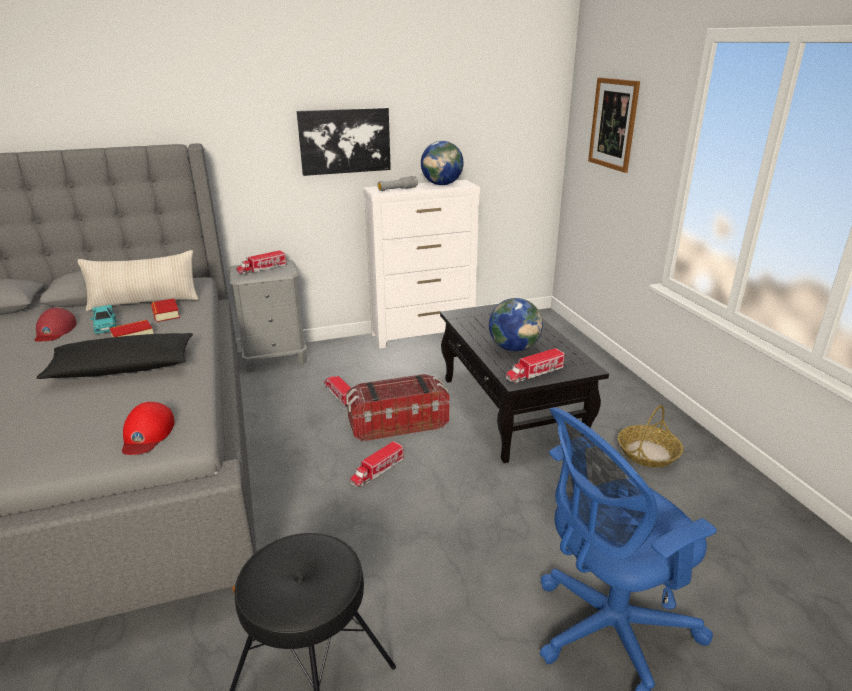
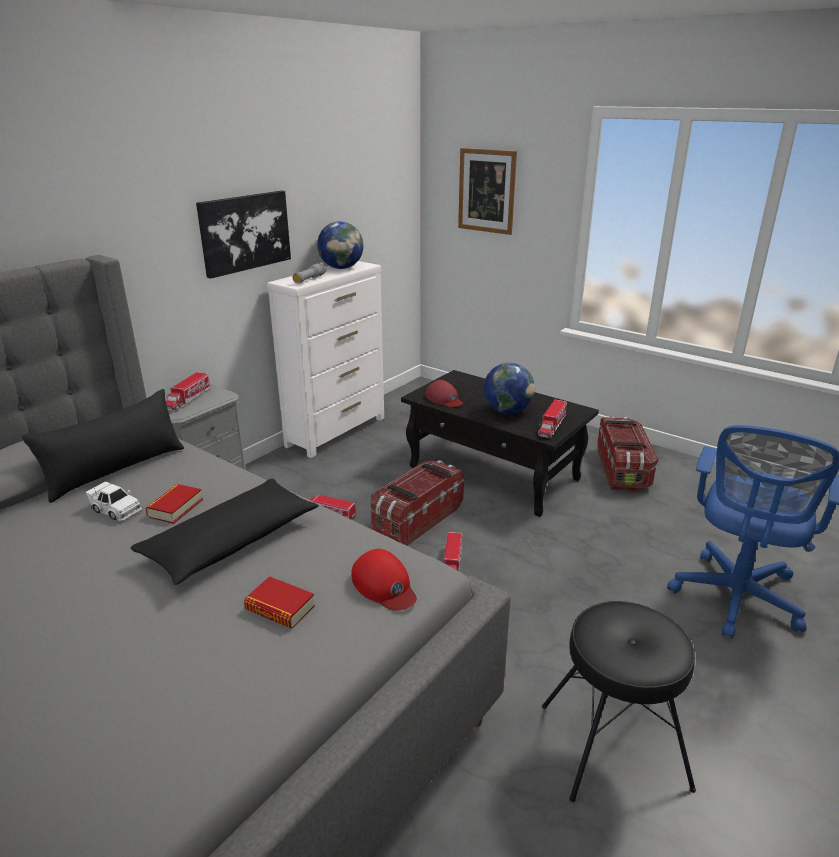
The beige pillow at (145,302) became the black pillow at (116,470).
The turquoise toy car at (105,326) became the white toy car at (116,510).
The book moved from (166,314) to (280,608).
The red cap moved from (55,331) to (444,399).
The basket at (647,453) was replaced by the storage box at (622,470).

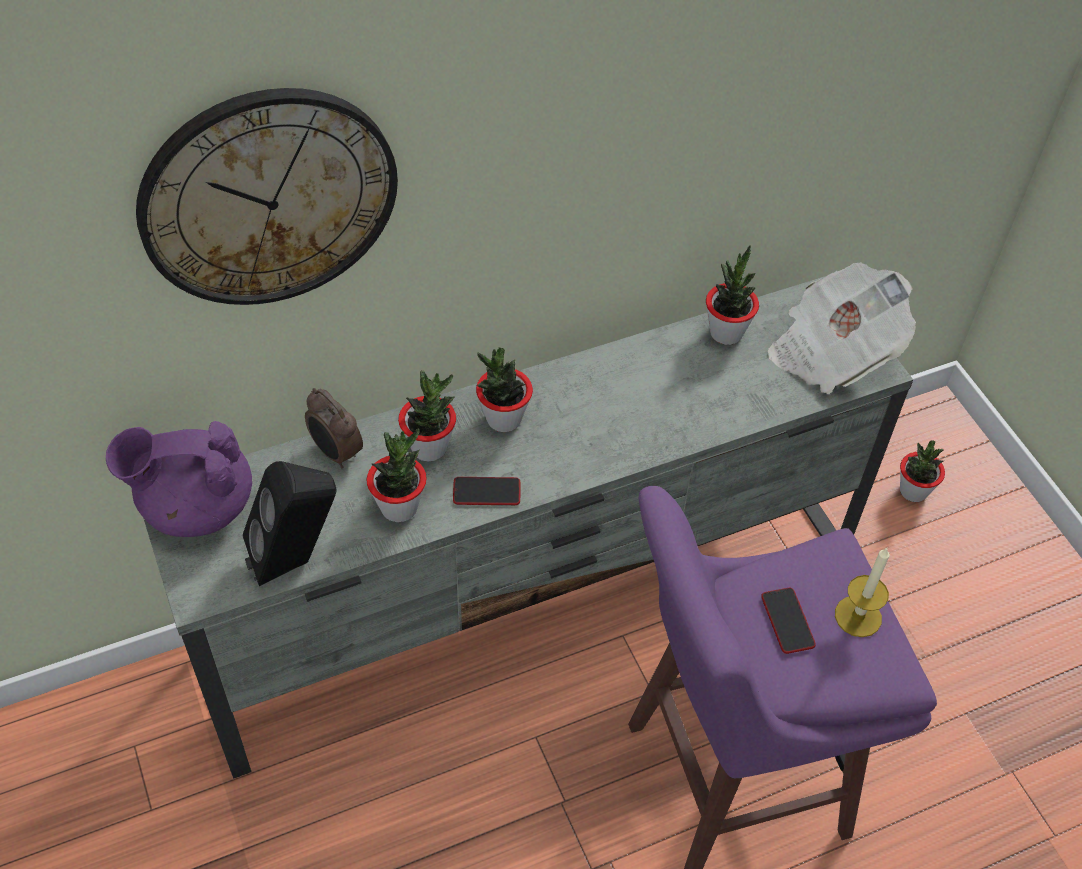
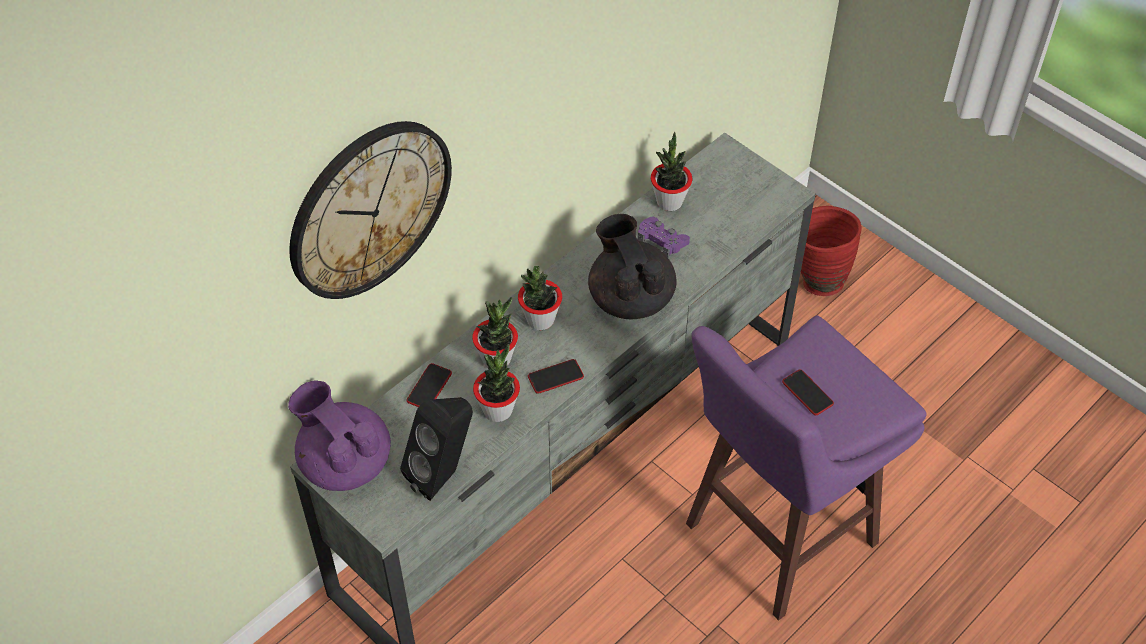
The purple teapot at (195,505) turned 75 degrees clockwise.
The alarm clock at (336,453) was replaced by the phone at (429,387).
The black teapot at (630,297) appeared.
The purple game controller at (662,241) appeared.
The potted plant at (913,491) was replaced by the red vase at (816,278).
The newspaper at (833,351) disappeared.
The candle at (858,616) disappeared.

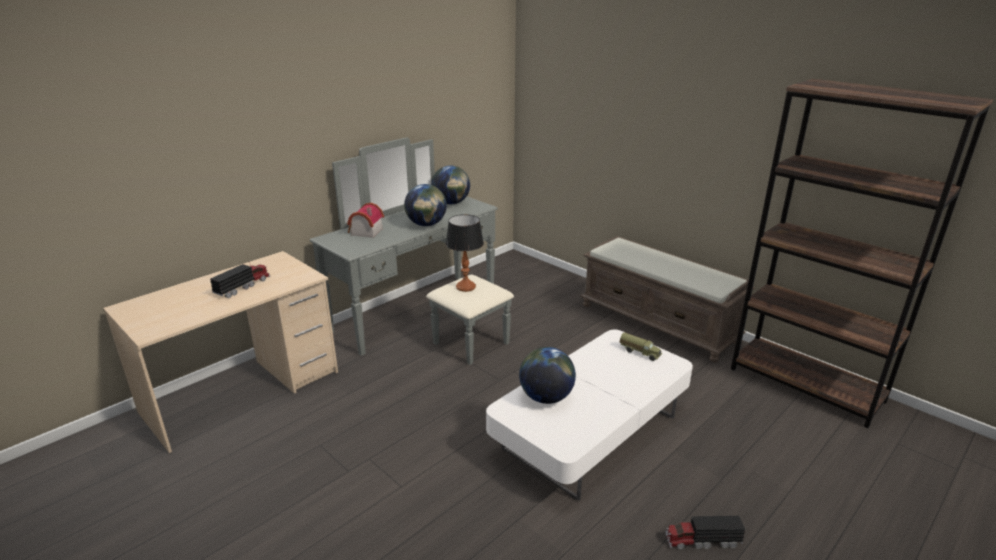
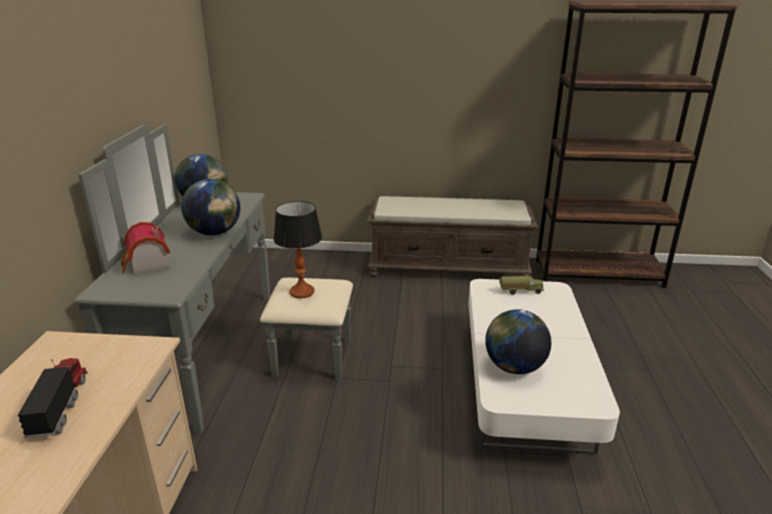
The toy truck at (701,540) disappeared.

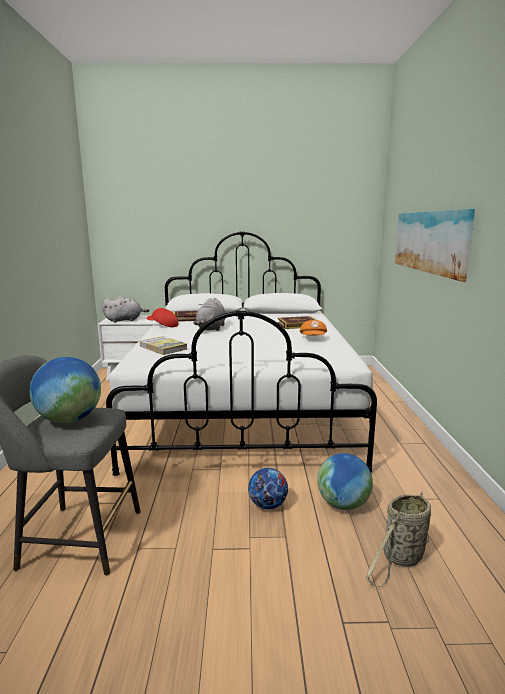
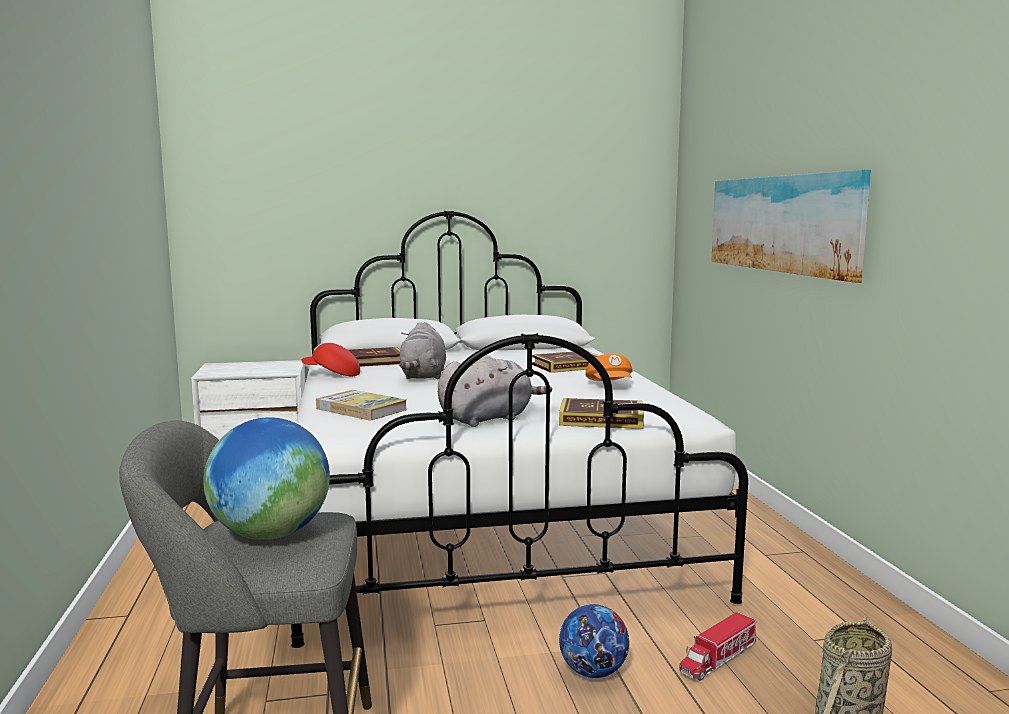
The grey plush toy moved from (125,320) to (489,419).
The book at (601,419) appeared.
The globe at (343,504) was replaced by the toy truck at (717,658).

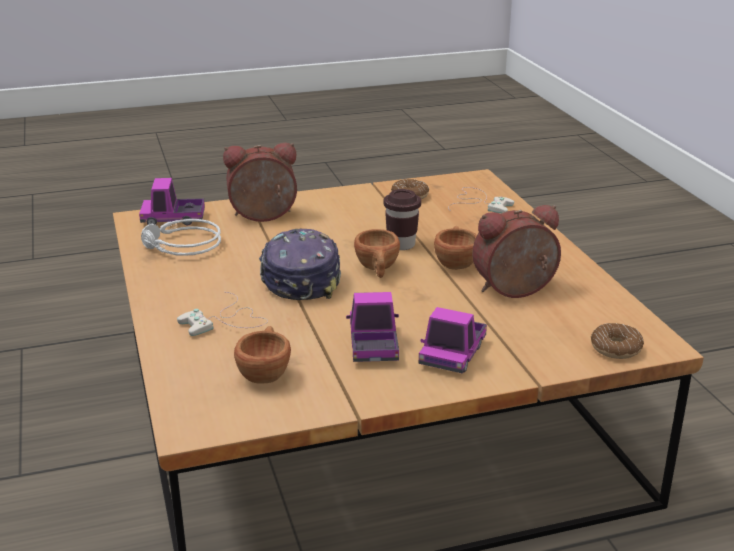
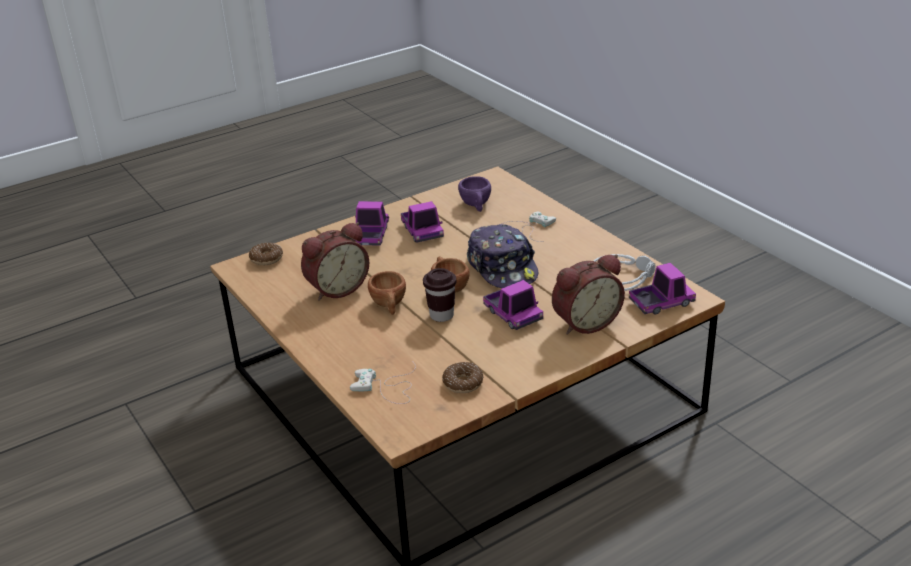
The brown cup at (265,372) became the purple cup at (476,206).
The toy truck at (513,315) appeared.

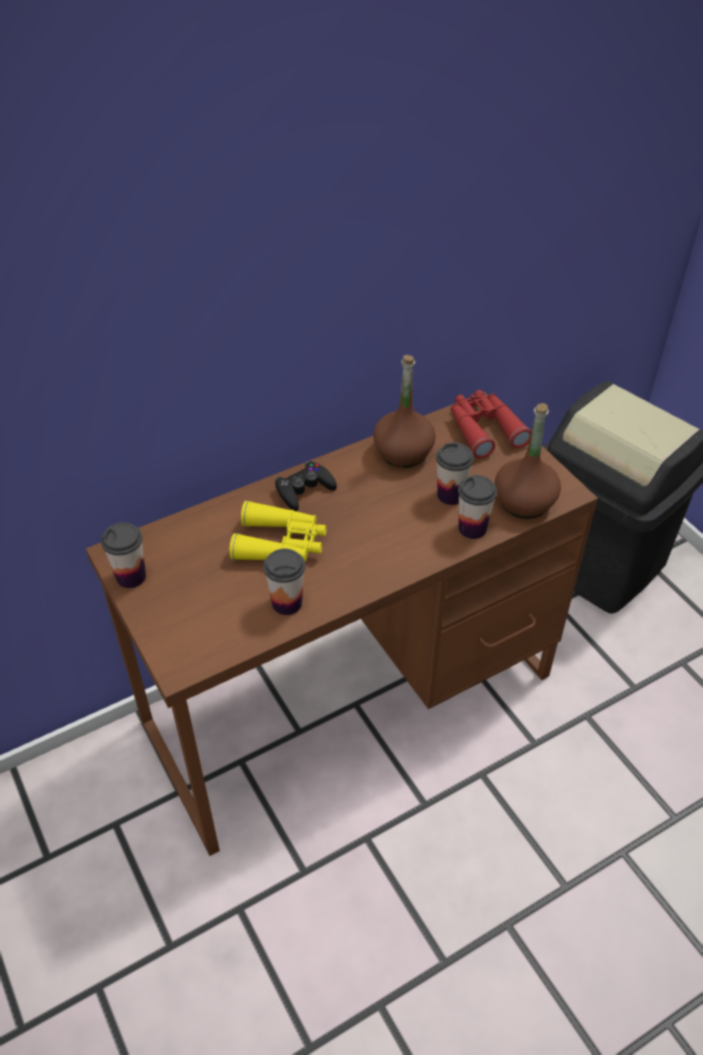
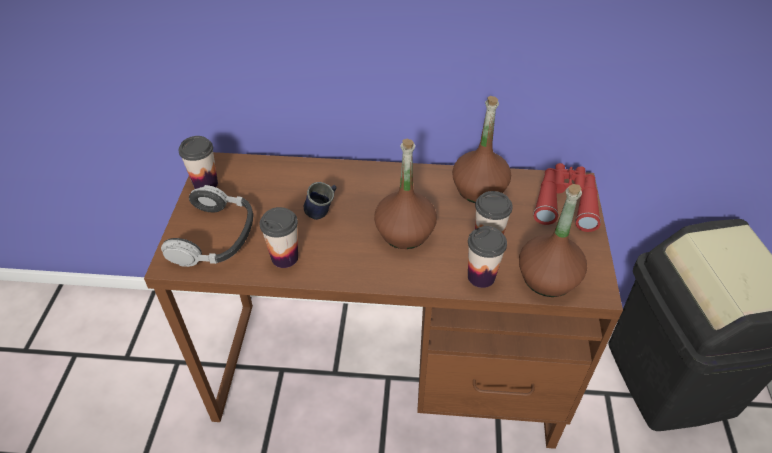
The headphones at (215,237) appeared.
The yellow binoculars at (281,543) was replaced by the blue mug at (323,212).
The brown bottle at (405,232) appeared.
The black game controller at (304,490) disappeared.

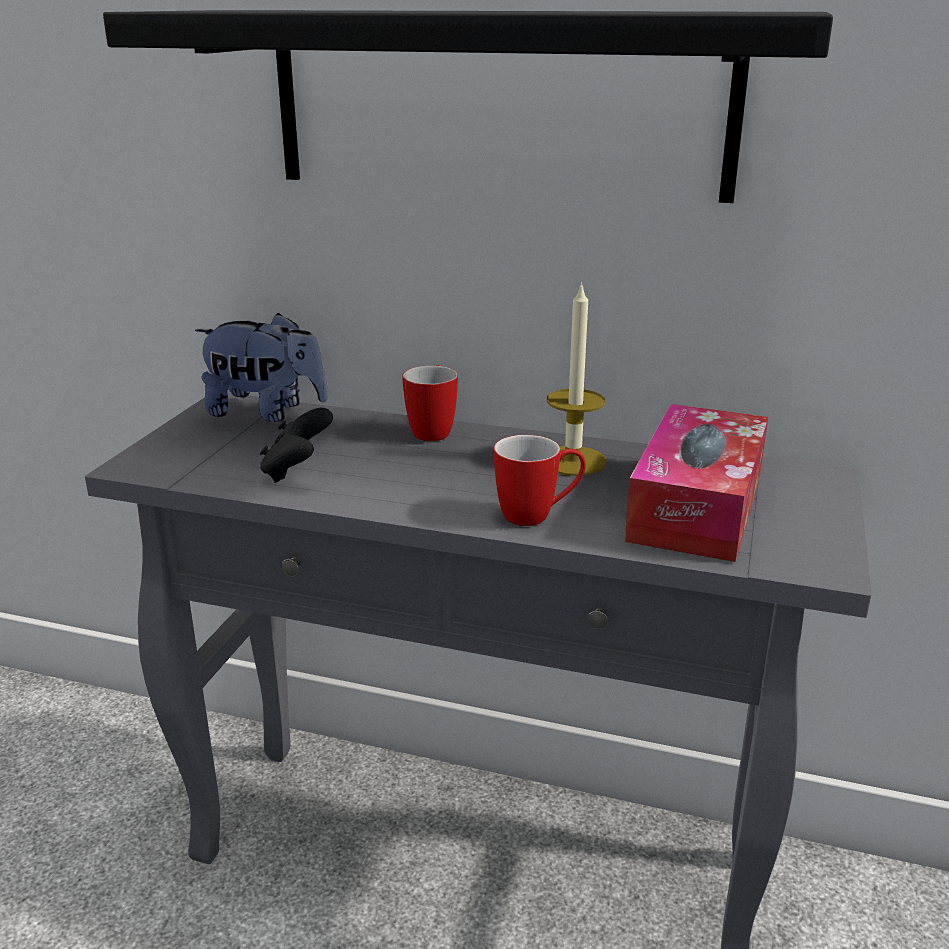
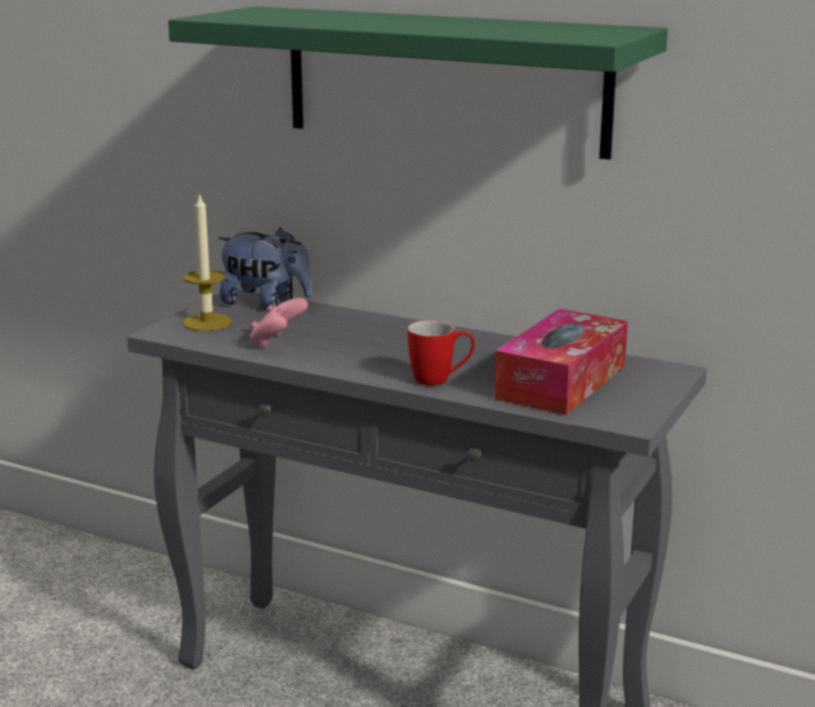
The black shelf at (498,103) became the green shelf at (444,80).
The candle moved from (572,461) to (207,322).
The black game controller at (297,471) became the pink game controller at (277,343).
The mug at (433,430) disappeared.

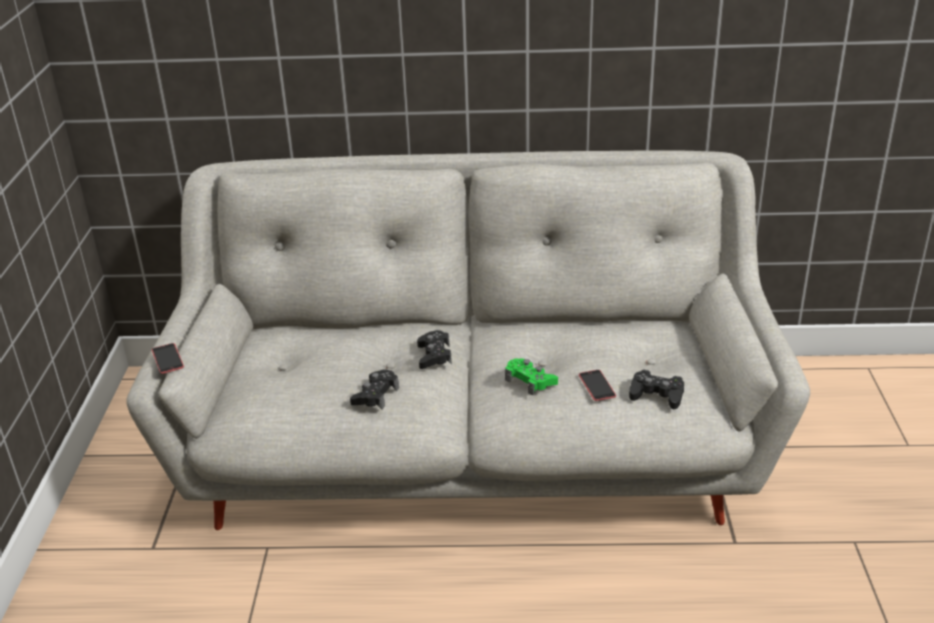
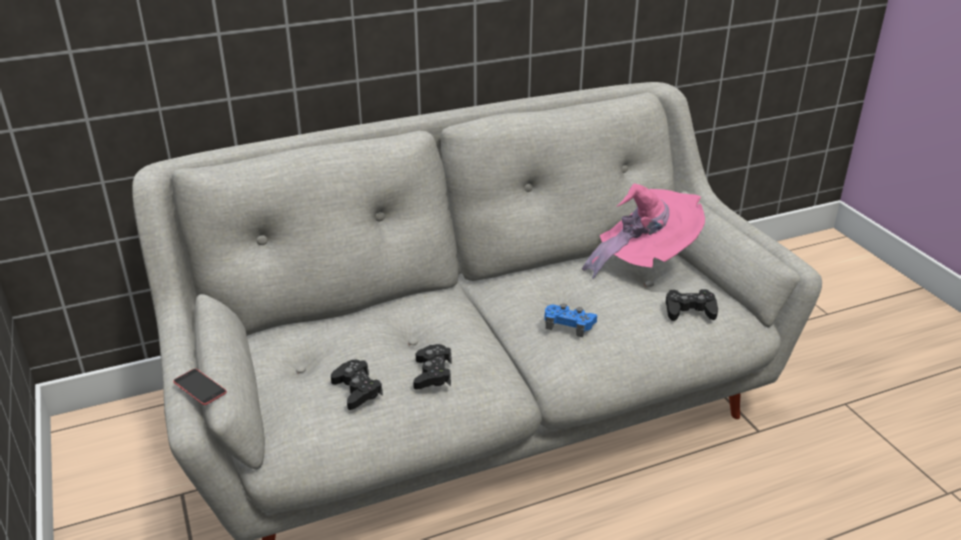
The black game controller moved from (434,355) to (357,390).
The green game controller at (530,381) became the blue game controller at (569,324).
The pink hat at (643,258) appeared.
The phone at (597,385) disappeared.

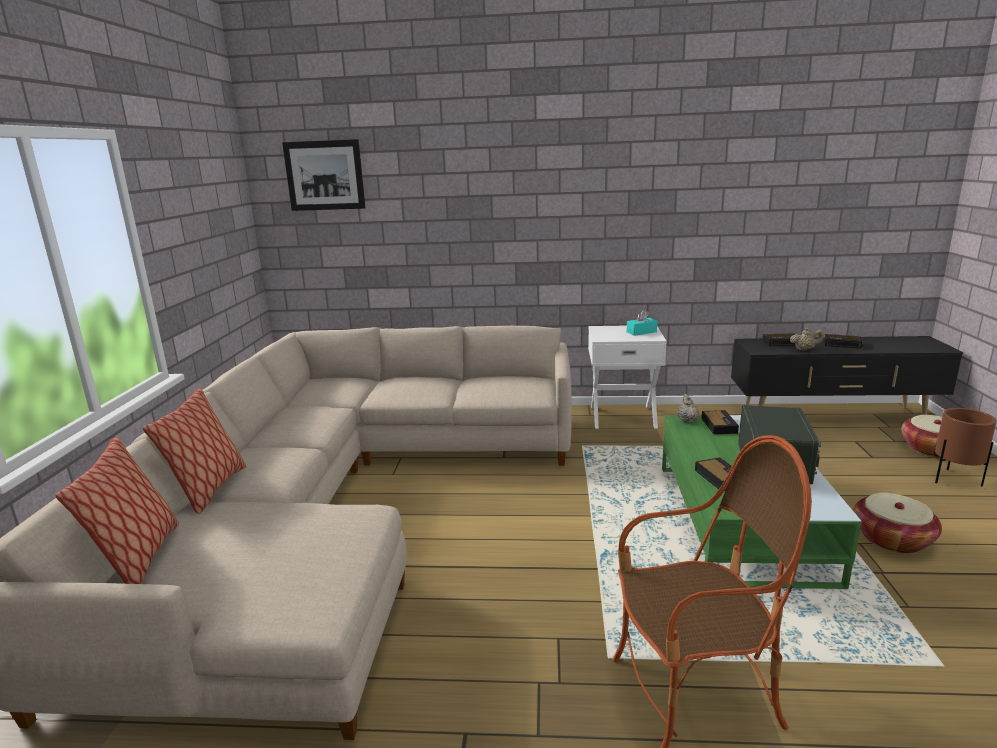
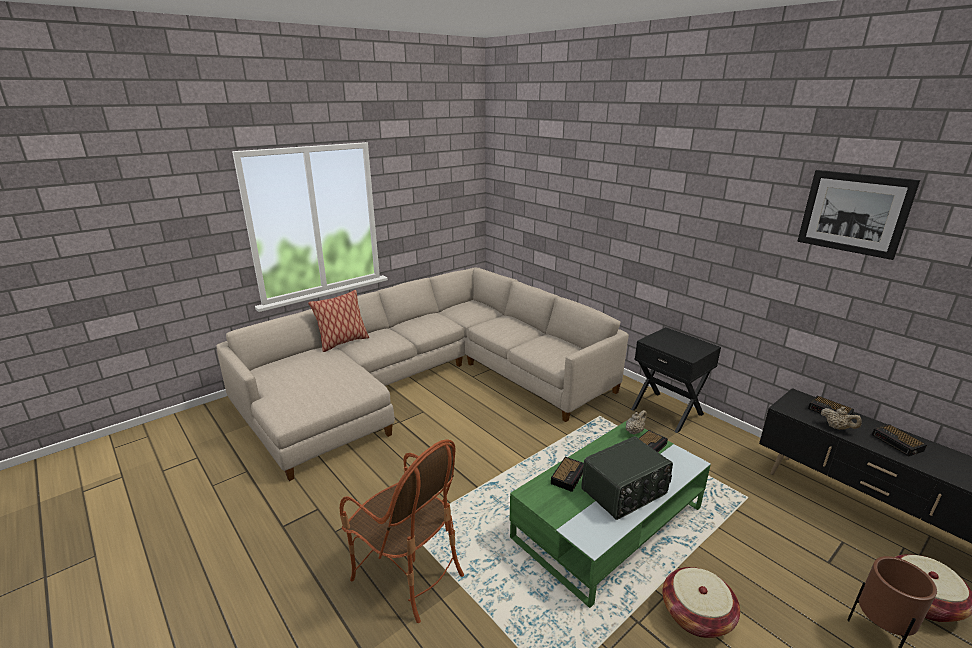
The white nightstand at (623,416) became the black nightstand at (667,411).
The picture moved from (324,175) to (854,213).
The pillow at (139,559) disappeared.
The turquoise tissue box at (641,332) disappeared.

